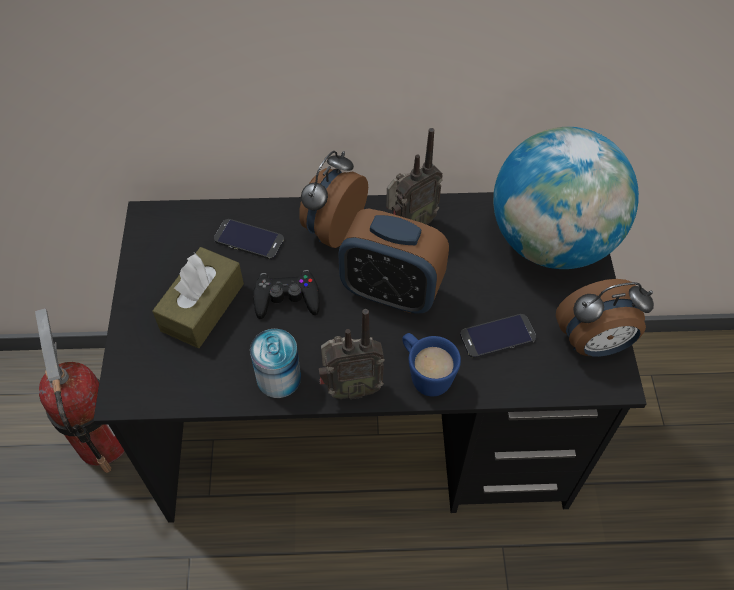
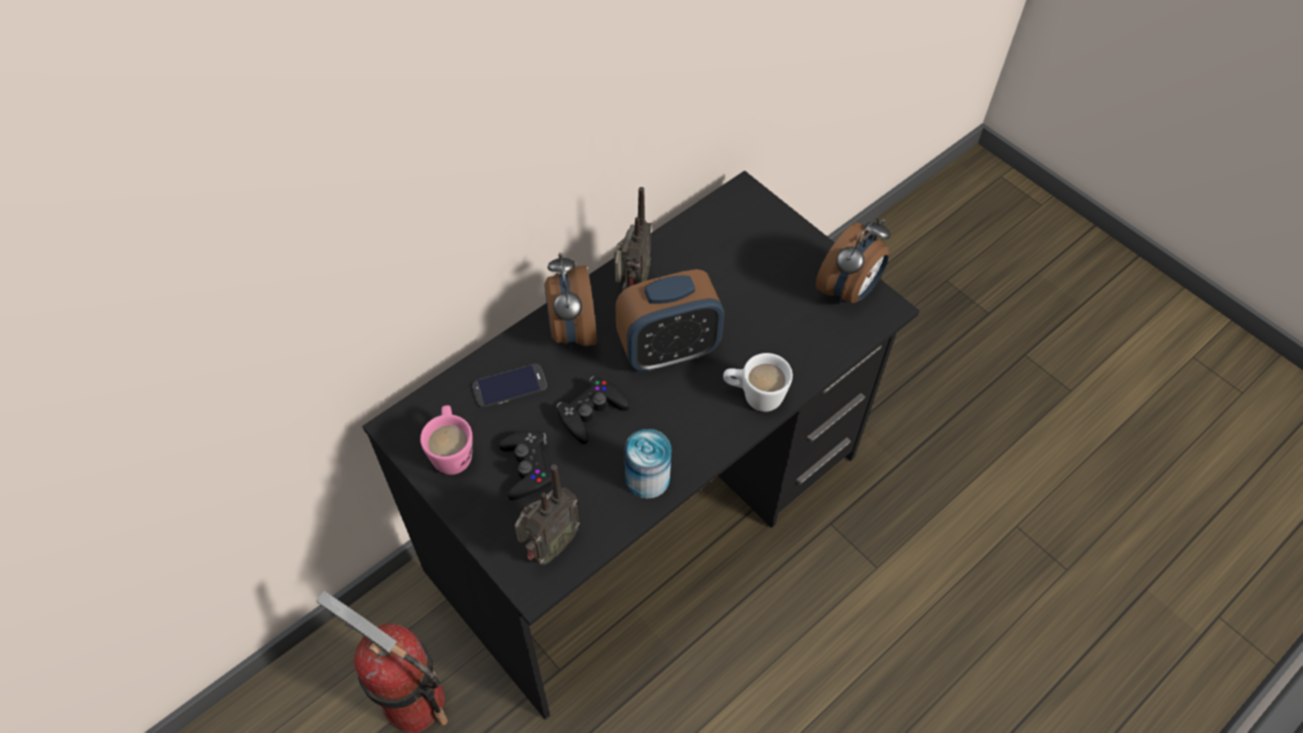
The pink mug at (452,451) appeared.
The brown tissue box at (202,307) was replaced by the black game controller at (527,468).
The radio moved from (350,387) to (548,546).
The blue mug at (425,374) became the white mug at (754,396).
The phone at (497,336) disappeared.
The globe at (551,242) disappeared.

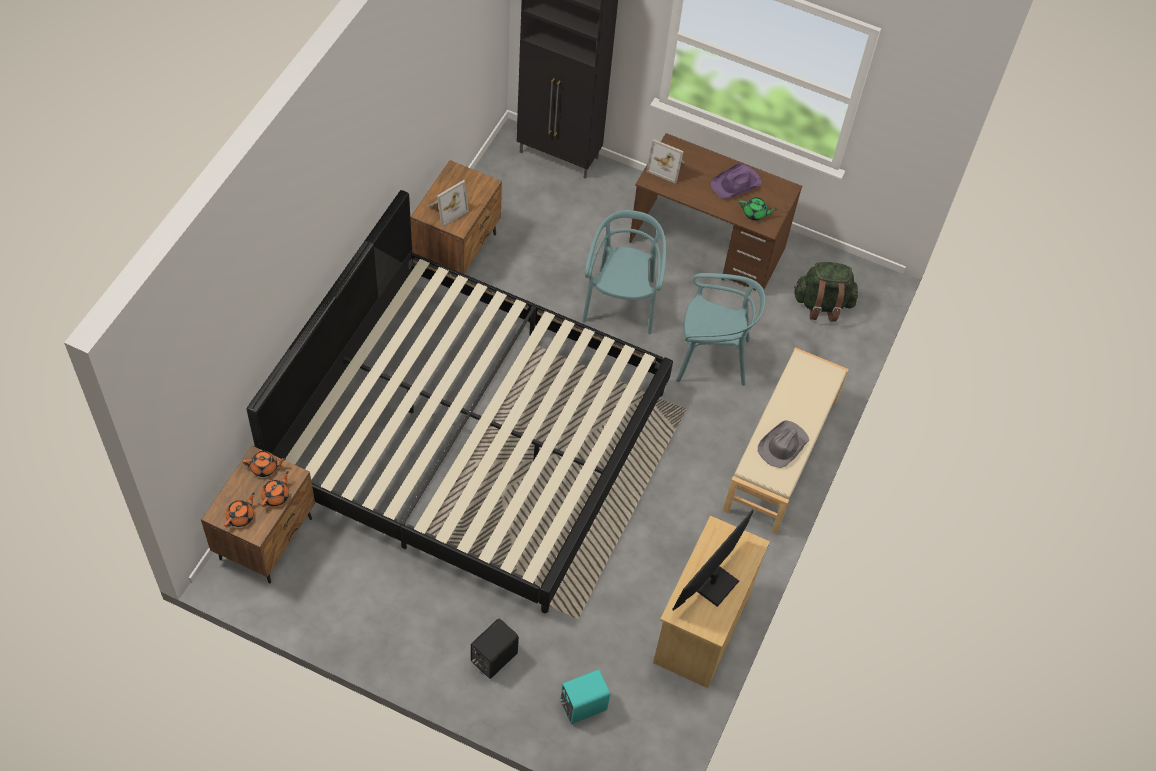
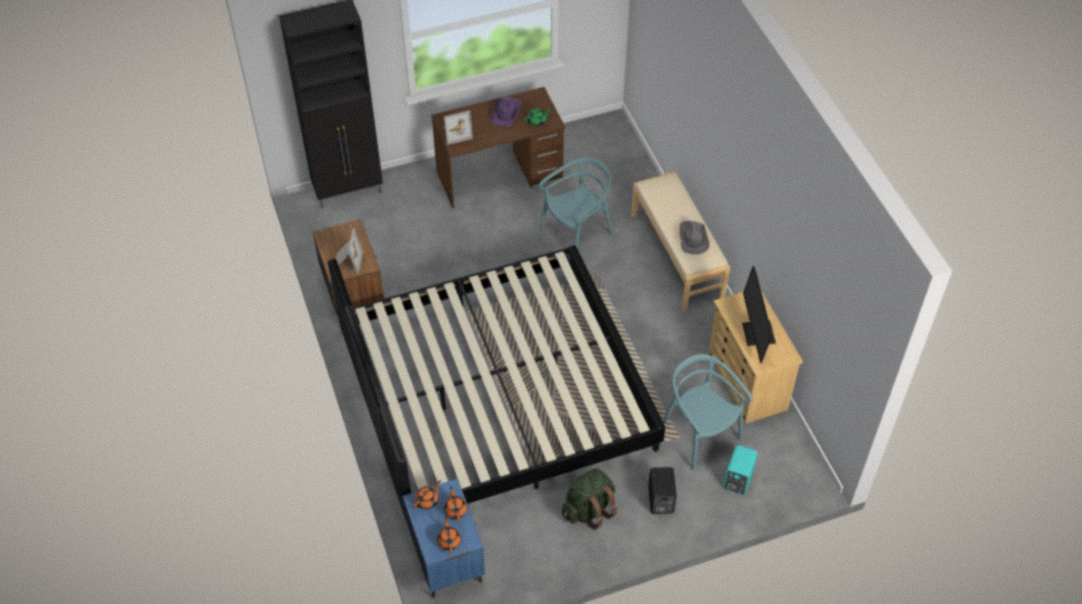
The brown nightstand at (267,538) became the blue nightstand at (447,559).
The green backpack moved from (822,304) to (589,509).
The turquoise chair moved from (621,303) to (699,434).

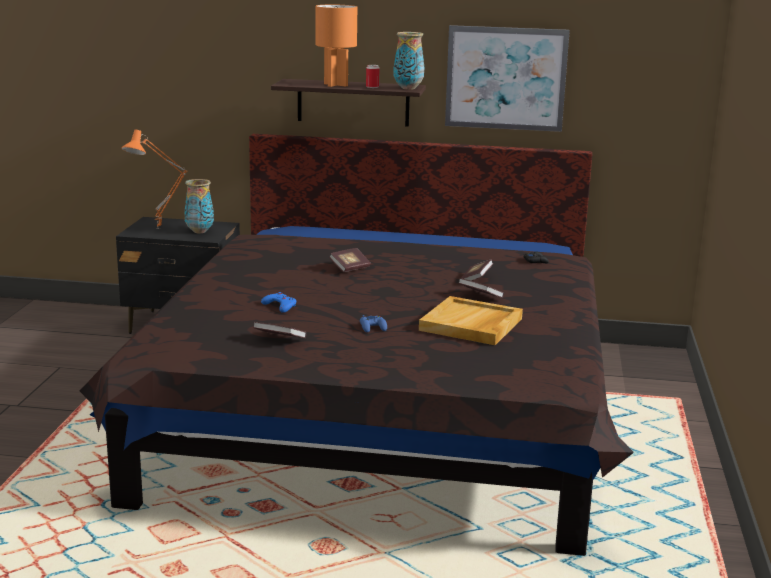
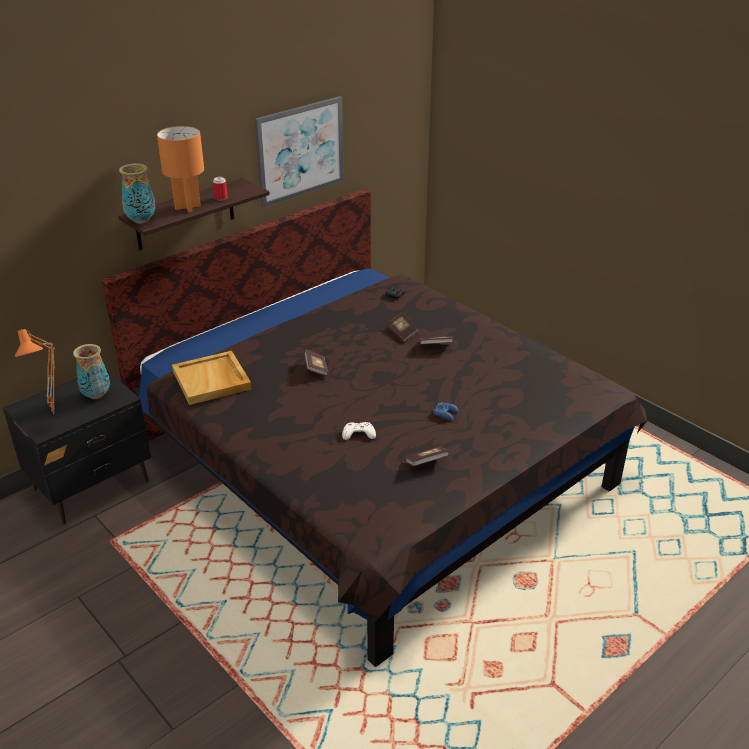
The vase moved from (408,88) to (141,220).
The beige tray moved from (471,325) to (212,380).
The blue game controller at (280,306) became the white game controller at (358,434).

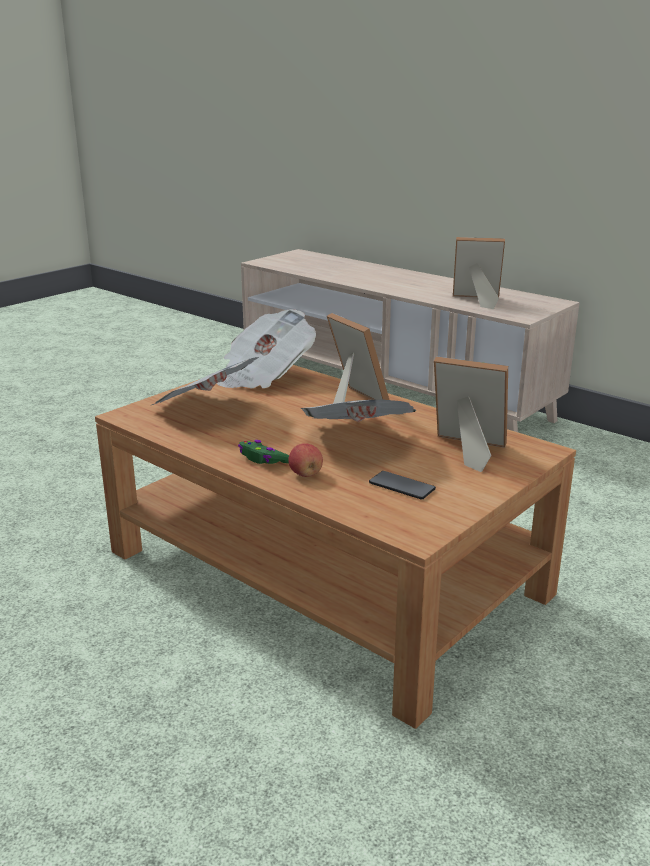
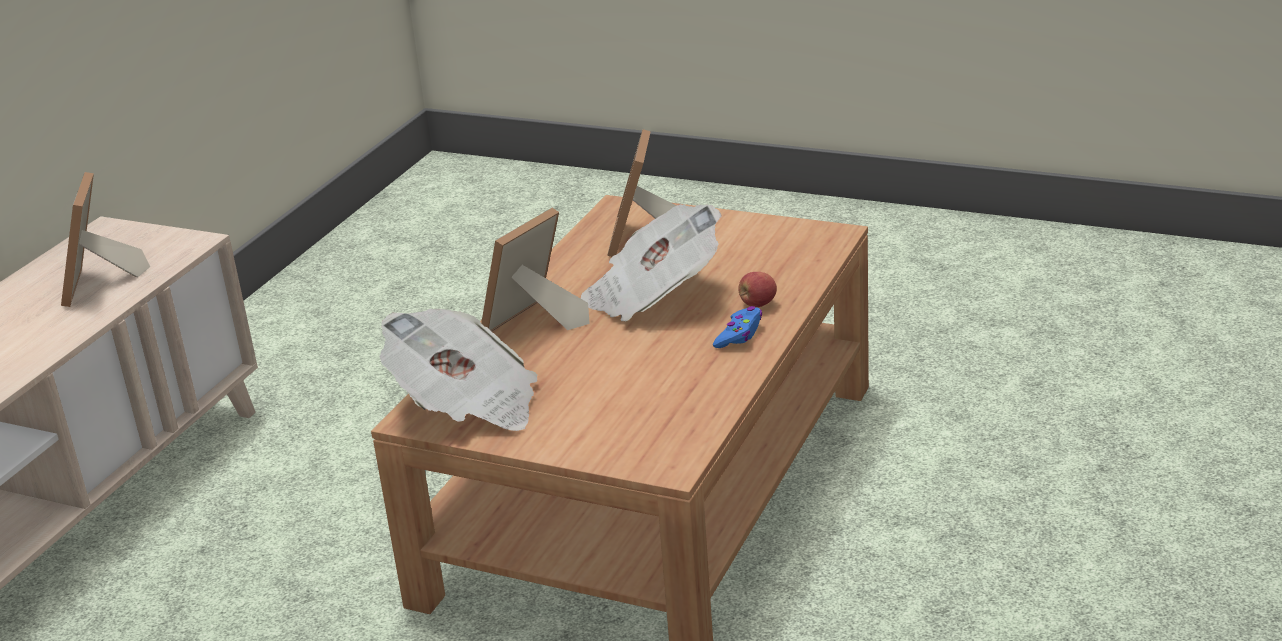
The green game controller at (263,459) became the blue game controller at (739,335).
The newspaper at (205,409) disappeared.
The phone at (401,486) disappeared.

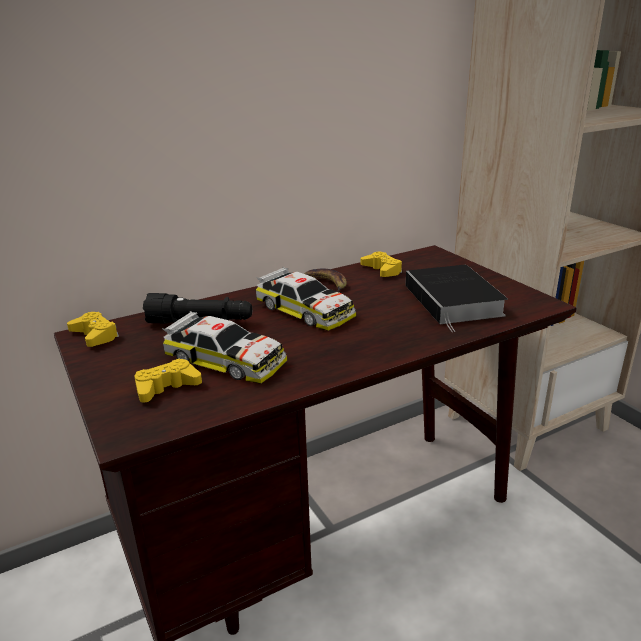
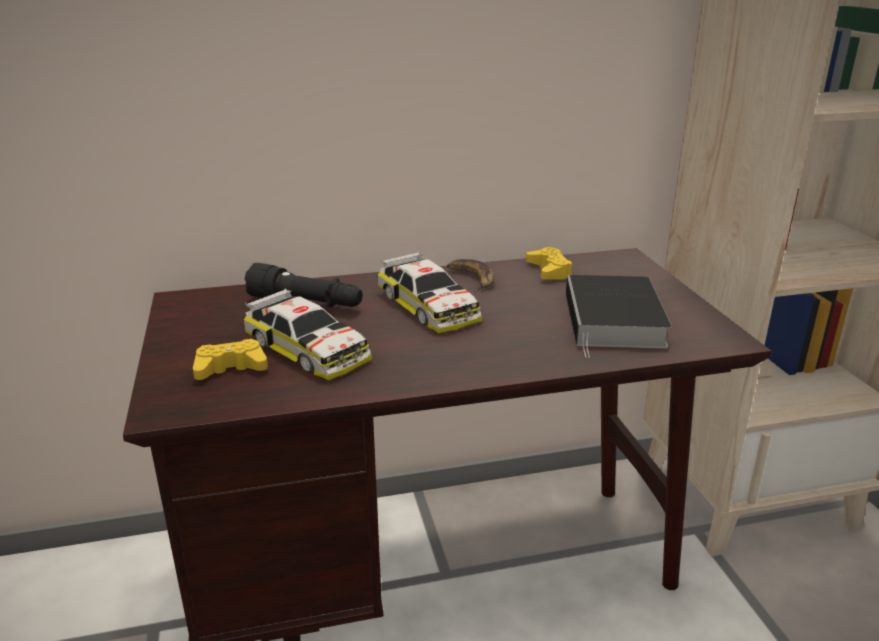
The yellow game controller at (95,335) disappeared.

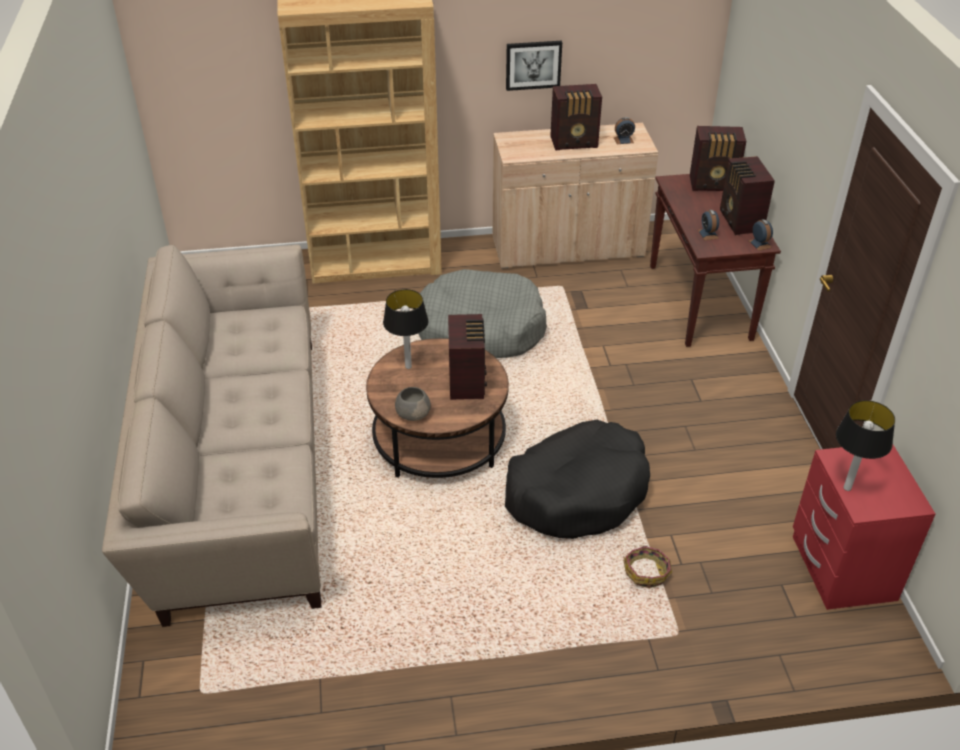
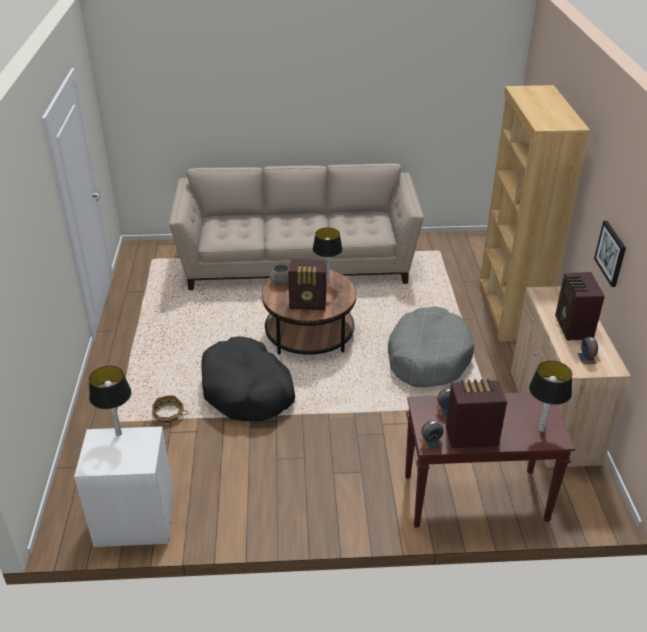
The red nightstand at (841,568) became the white nightstand at (135,520).
The radio at (714,184) was replaced by the table lamp at (541,430).

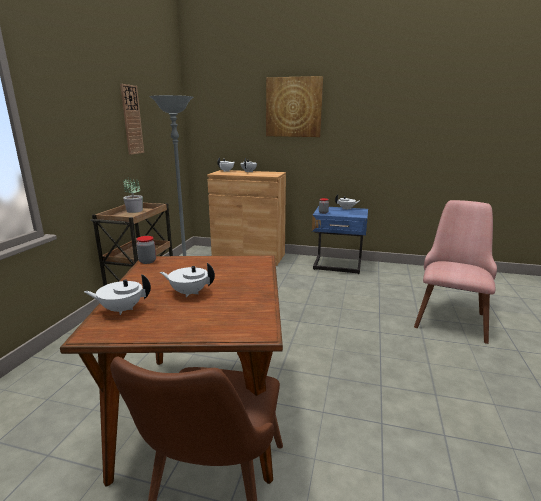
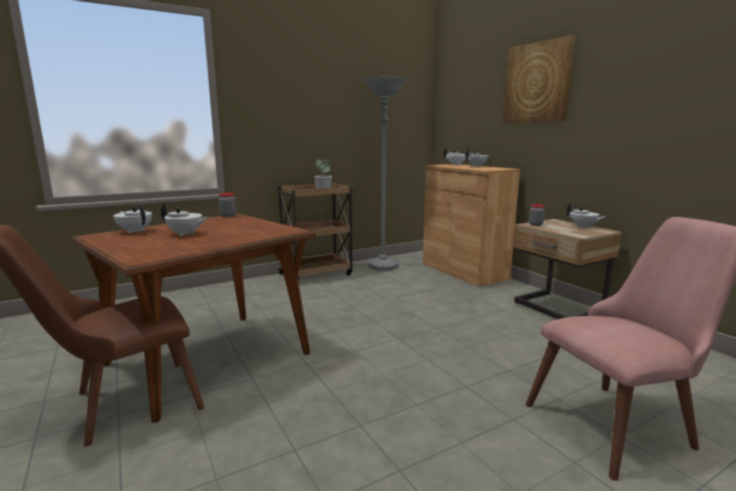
The white teapot at (189,293) turned 135 degrees clockwise.
The blue nightstand at (337,266) became the beige nightstand at (556,309).
The wall clock at (132,120) disappeared.

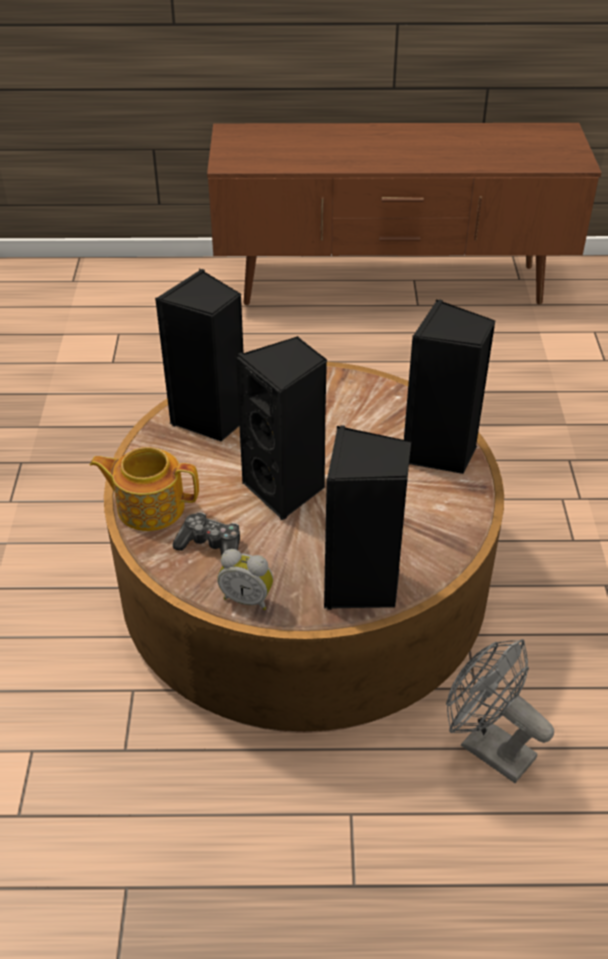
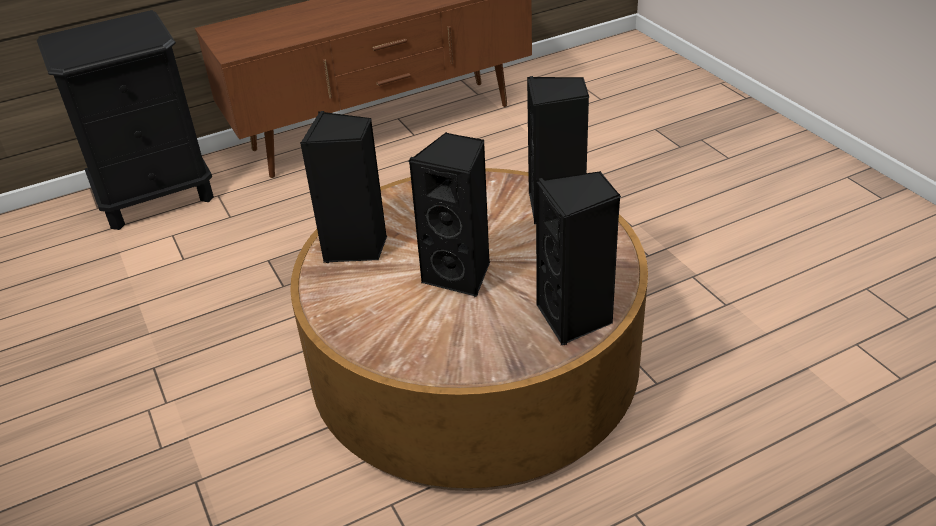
The black nightstand at (156,196) appeared.
The teapot at (149,506) disappeared.
The game controller at (211,546) disappeared.
The alarm clock at (247,598) disappeared.
The grey fan at (487,746) disappeared.

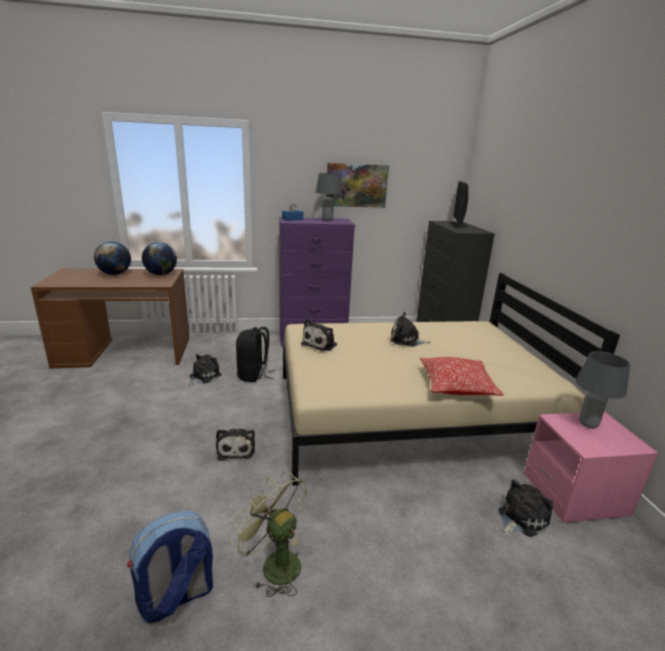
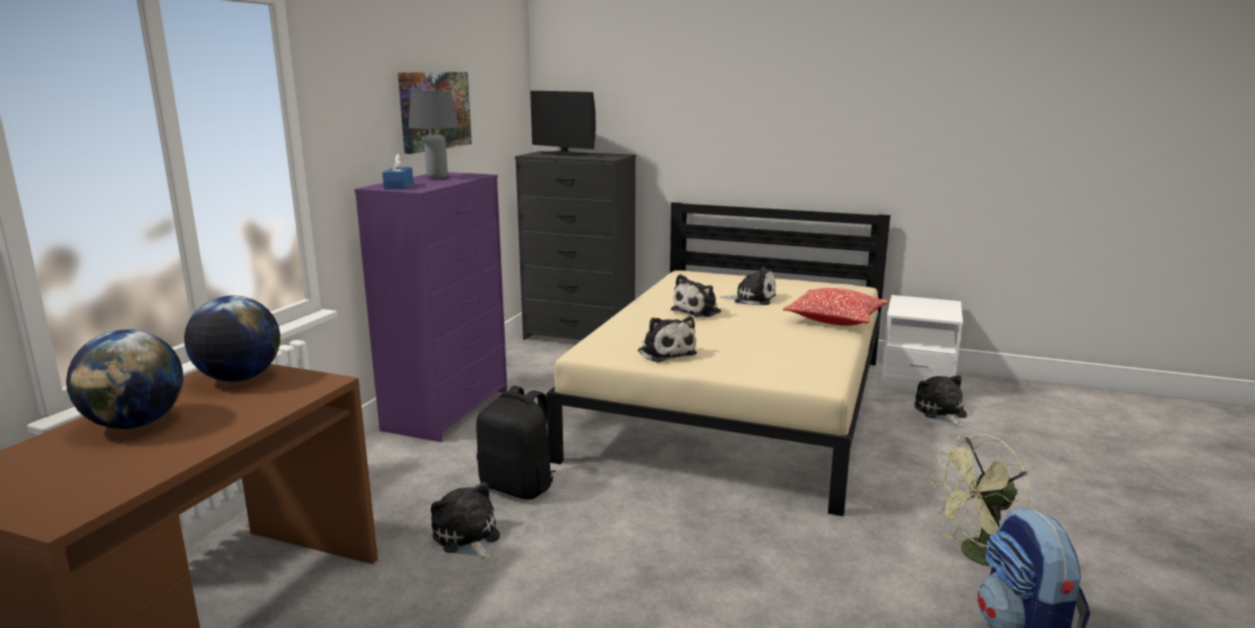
The plush toy moved from (236,449) to (752,299).
The pink nightstand at (574,494) became the white nightstand at (916,380).
The grey table lamp at (587,424) disappeared.

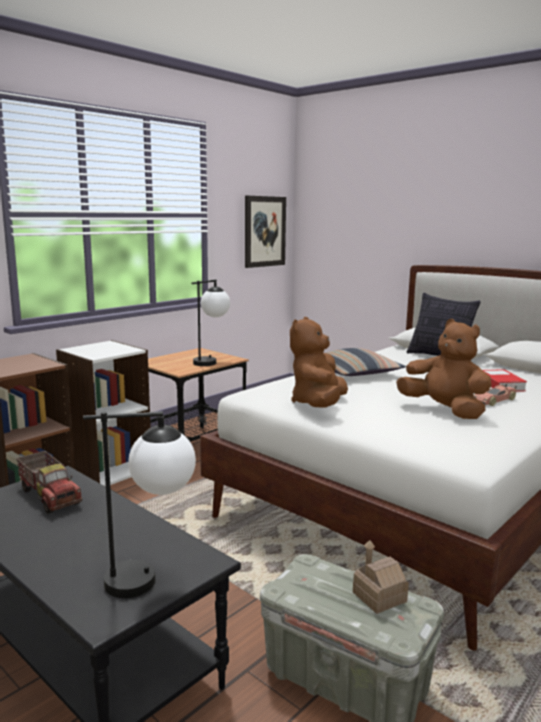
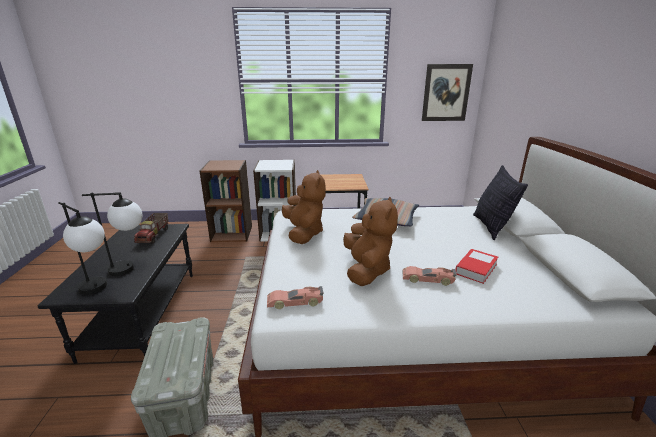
The table lamp moved from (211,361) to (131,269).
The toy car at (295,302) appeared.
The brown plush toy at (318,404) turned 105 degrees clockwise.
The toy house at (379,597) disappeared.

